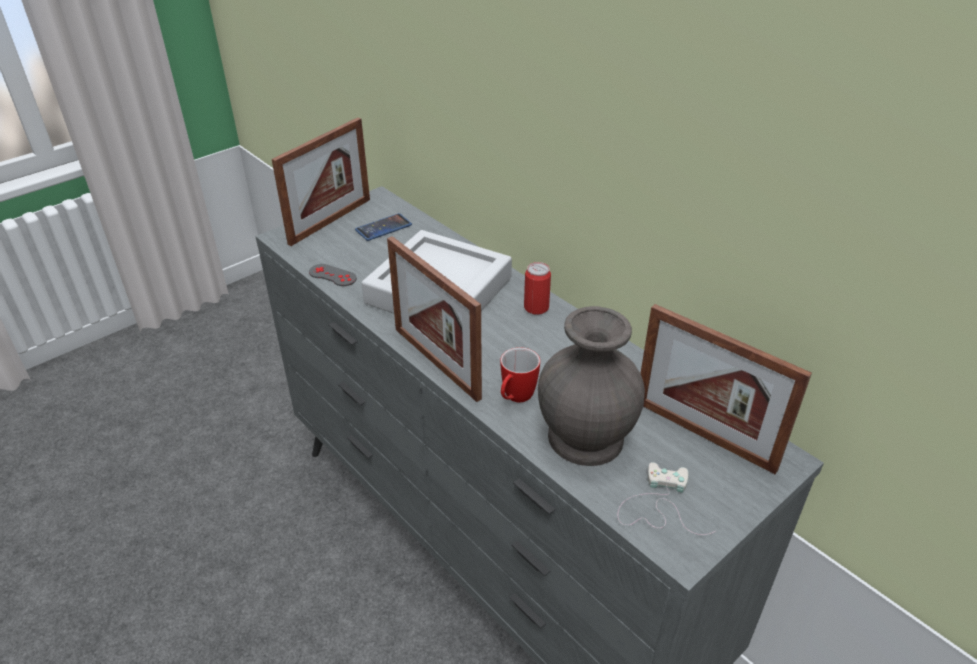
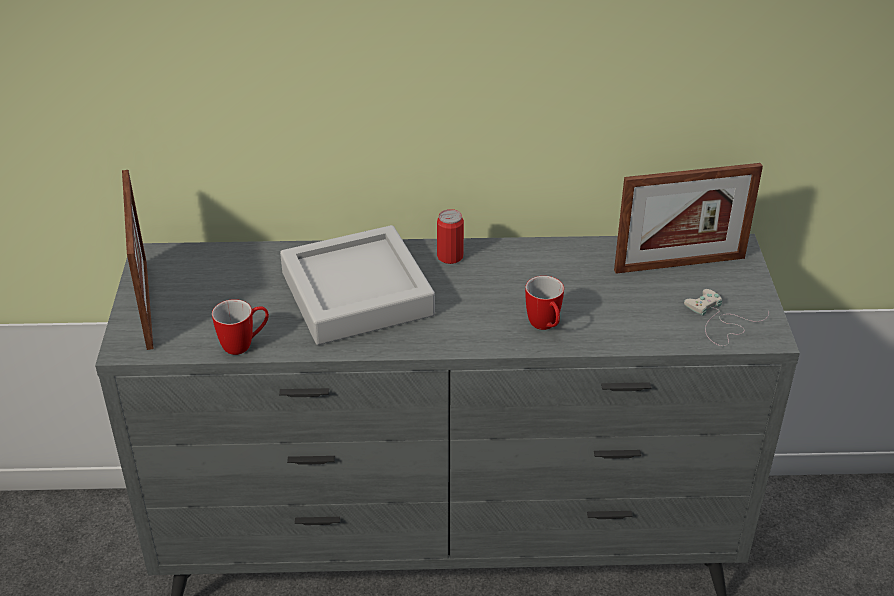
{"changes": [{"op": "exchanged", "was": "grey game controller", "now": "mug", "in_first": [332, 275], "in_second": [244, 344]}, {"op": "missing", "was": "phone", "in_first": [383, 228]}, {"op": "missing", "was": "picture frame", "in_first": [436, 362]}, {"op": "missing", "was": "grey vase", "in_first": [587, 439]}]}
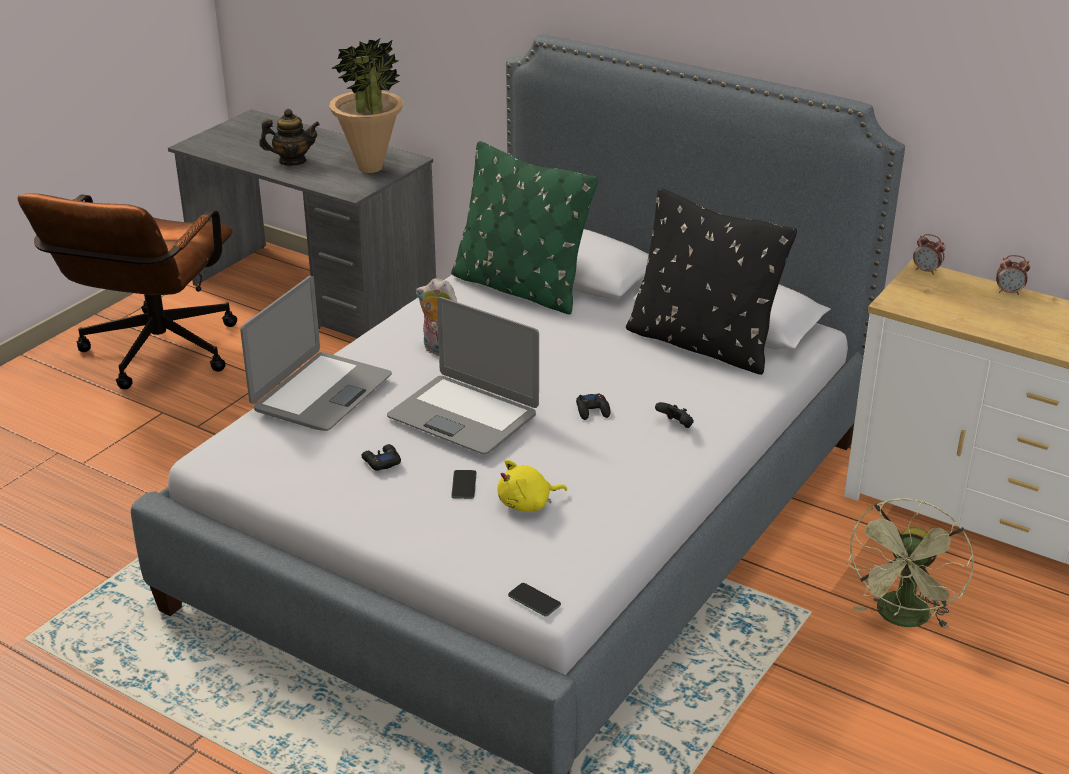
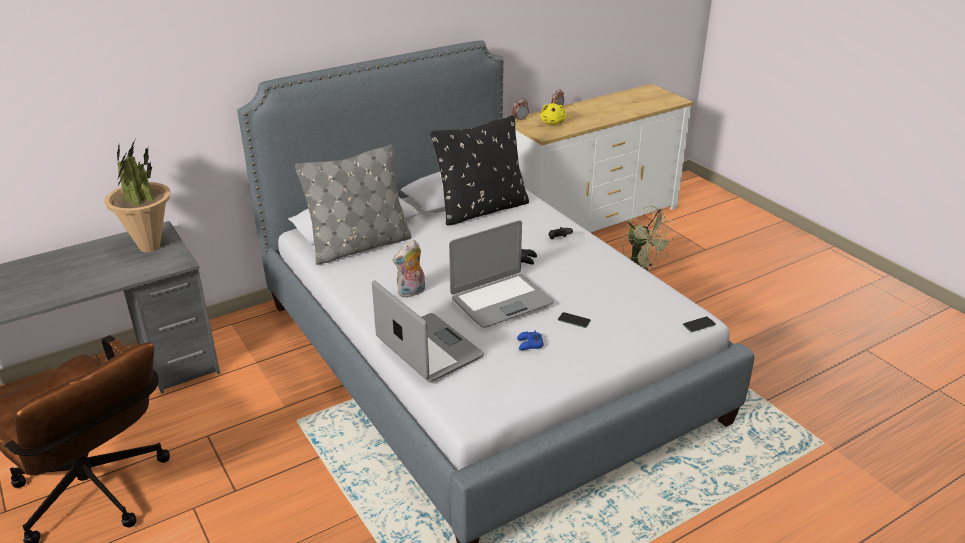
{"changes": [{"op": "missing", "was": "teapot", "in_first": [292, 161]}, {"op": "colour", "was": "black game controller", "now": "blue game controller", "in_first": [381, 461], "in_second": [529, 344]}, {"op": "colour", "was": "green pillow", "now": "grey pillow", "in_first": [520, 288], "in_second": [359, 246]}, {"op": "relocated", "was": "yellow plush toy", "in_first": [527, 504], "in_second": [553, 122]}]}
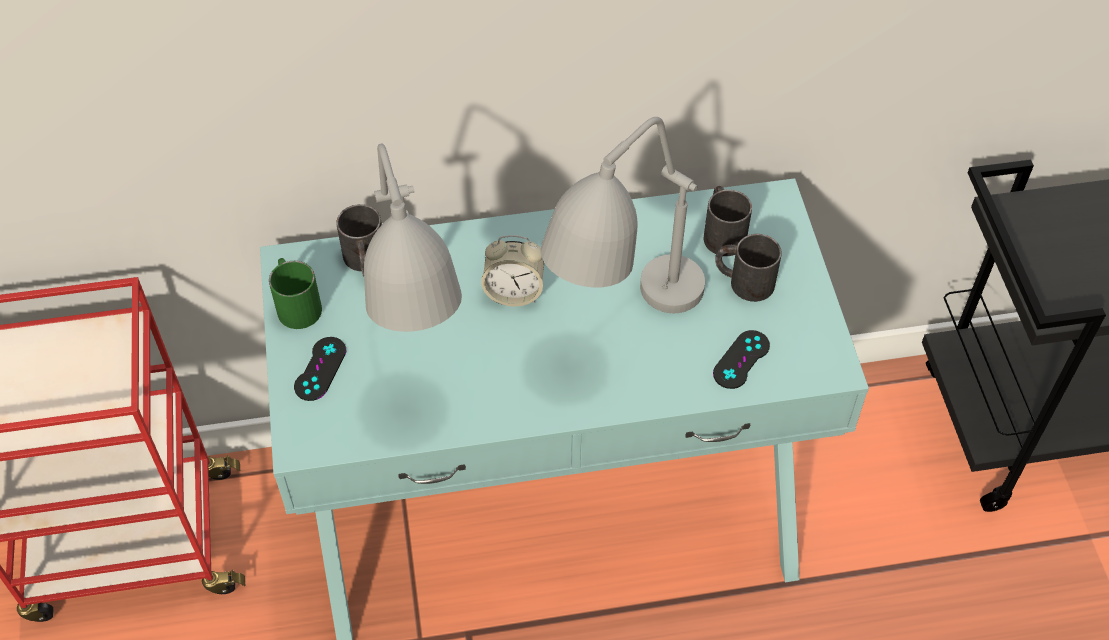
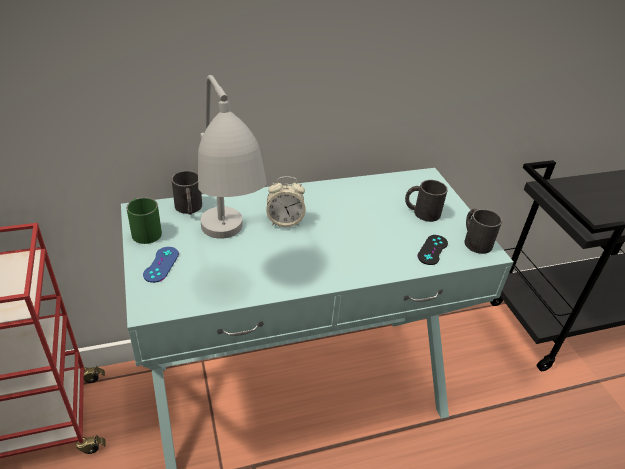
{"changes": [{"op": "colour", "was": "black game controller", "now": "blue game controller", "in_first": [320, 369], "in_second": [161, 264]}, {"op": "missing", "was": "grey table lamp", "in_first": [622, 328]}, {"op": "relocated", "was": "black mug", "in_first": [722, 232], "in_second": [474, 240]}]}
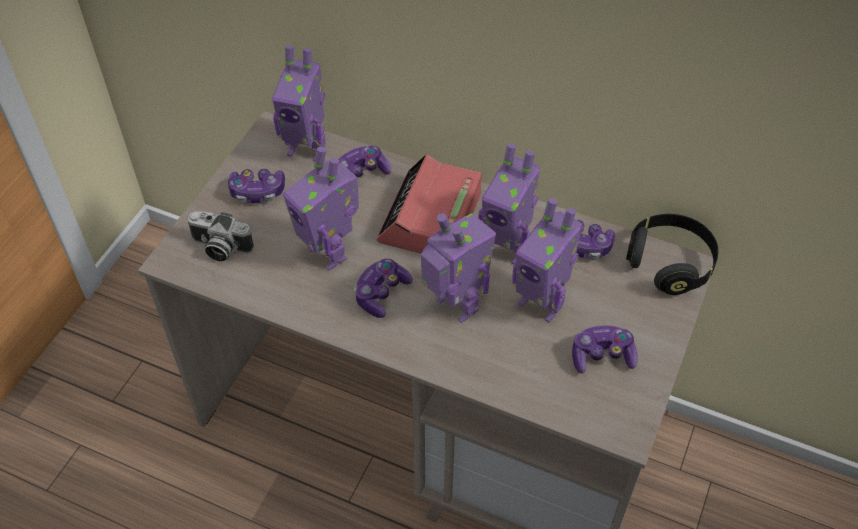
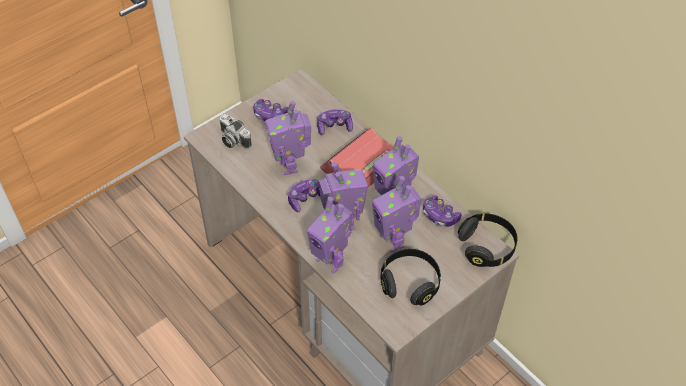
{"changes": [{"op": "relocated", "was": "toy robot", "in_first": [307, 149], "in_second": [330, 260]}, {"op": "exchanged", "was": "game controller", "now": "black headphones", "in_first": [602, 356], "in_second": [410, 283]}]}
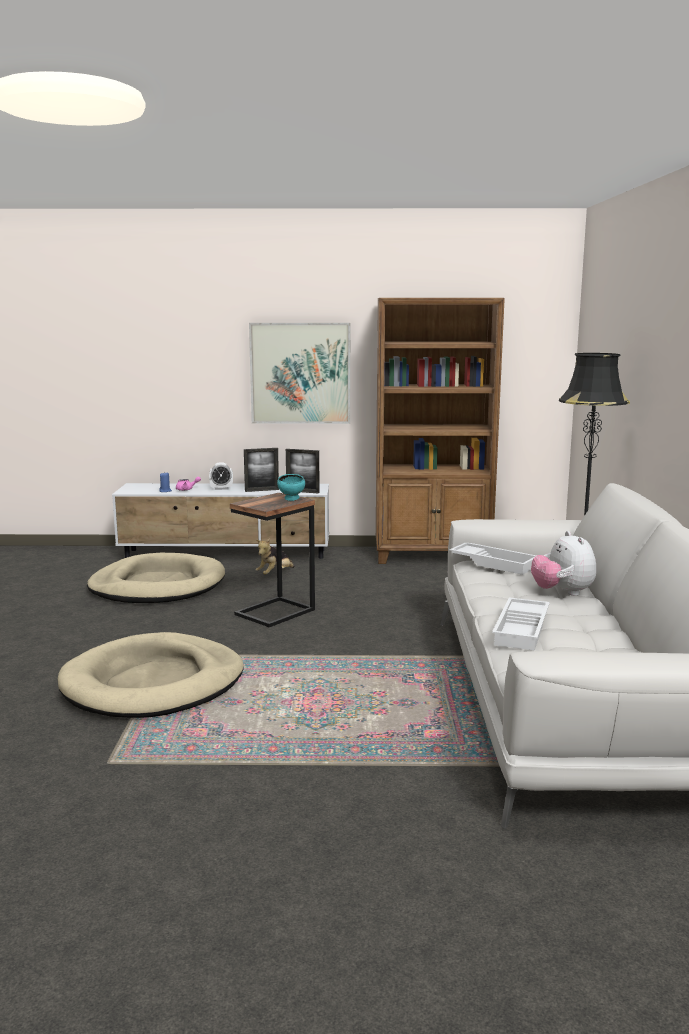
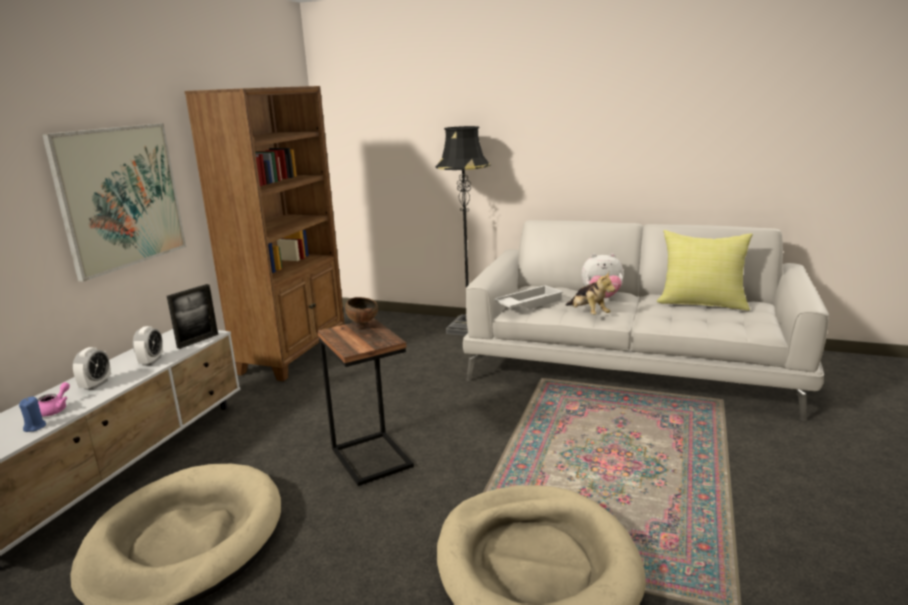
{"changes": [{"op": "exchanged", "was": "picture frame", "now": "alarm clock", "in_first": [261, 490], "in_second": [151, 361]}, {"op": "relocated", "was": "plush toy", "in_first": [275, 574], "in_second": [588, 314]}, {"op": "colour", "was": "turquoise bowl", "now": "brown bowl", "in_first": [292, 499], "in_second": [363, 326]}, {"op": "missing", "was": "white tray", "in_first": [523, 630]}, {"op": "appeared", "now": "yellow pillow", "in_second": [702, 303]}]}
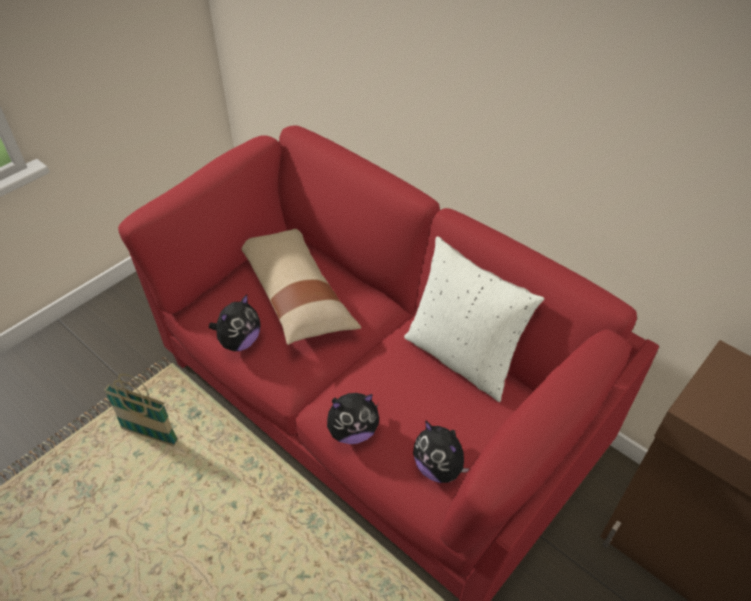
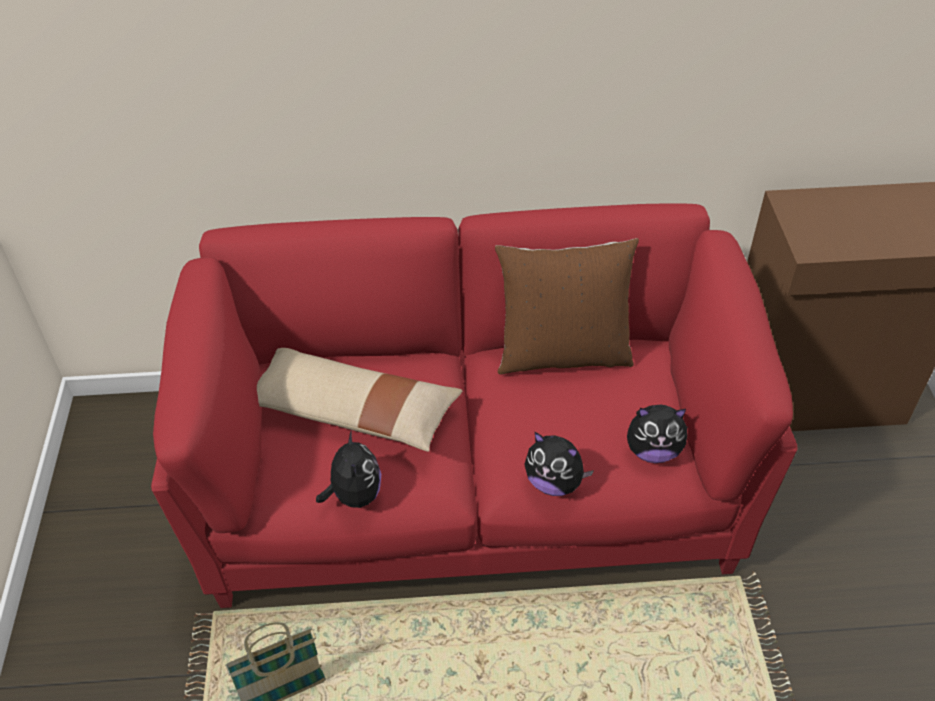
{"changes": [{"op": "spun", "was": "plush toy", "in_first": [352, 431], "in_second": [554, 483], "clockwise": 90}, {"op": "colour", "was": "white pillow", "now": "brown pillow", "in_first": [462, 357], "in_second": [562, 353]}]}
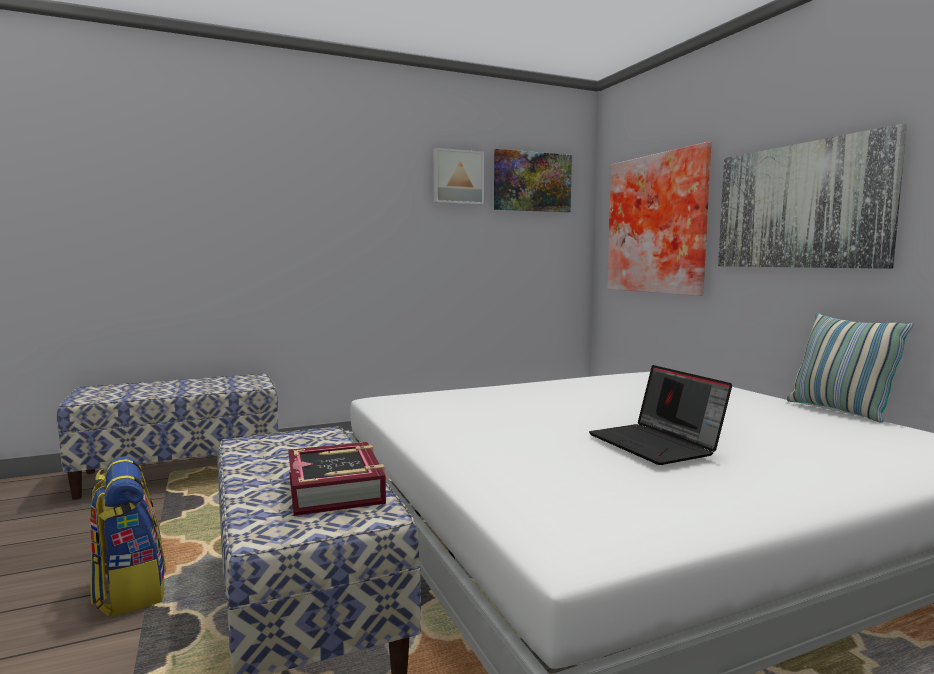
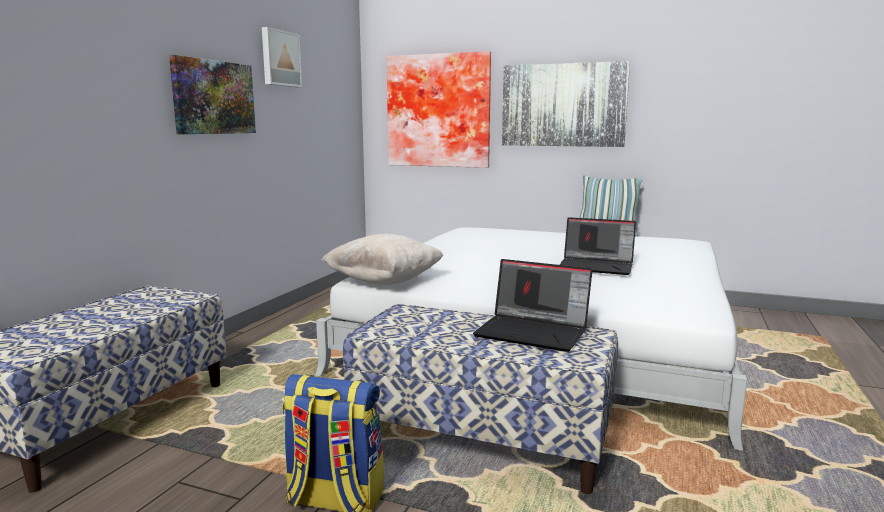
{"changes": [{"op": "exchanged", "was": "book", "now": "laptop", "in_first": [336, 489], "in_second": [534, 332]}, {"op": "relocated", "was": "picture", "in_first": [532, 182], "in_second": [213, 97]}, {"op": "appeared", "now": "beige pillow", "in_second": [384, 281]}]}
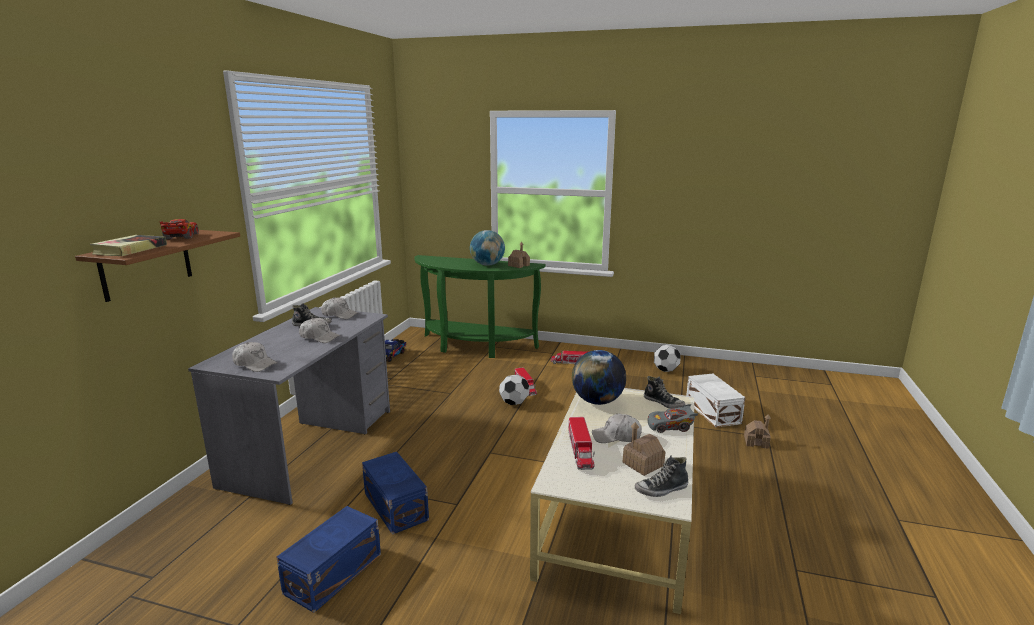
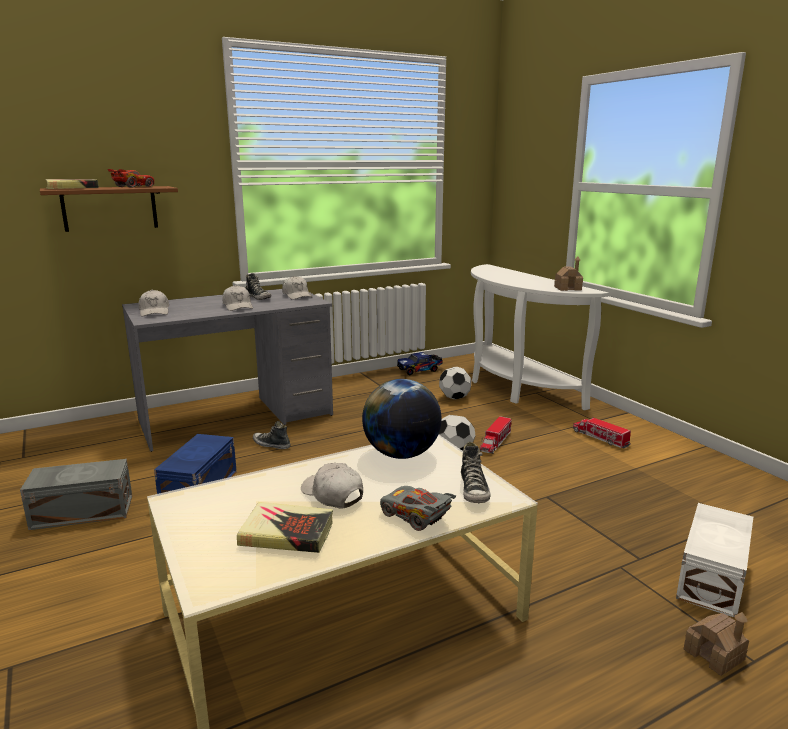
{"changes": [{"op": "colour", "was": "blue storage box", "now": "grey storage box", "in_first": [331, 574], "in_second": [81, 511]}, {"op": "colour", "was": "green console table", "now": "white console table", "in_first": [474, 347], "in_second": [514, 387]}, {"op": "missing", "was": "globe", "in_first": [487, 265]}, {"op": "missing", "was": "toy truck", "in_first": [580, 451]}, {"op": "exchanged", "was": "toy house", "now": "book", "in_first": [642, 464], "in_second": [287, 533]}, {"op": "relocated", "was": "shoe", "in_first": [661, 489], "in_second": [271, 444]}, {"op": "relocated", "was": "football", "in_first": [666, 370], "in_second": [454, 398]}]}
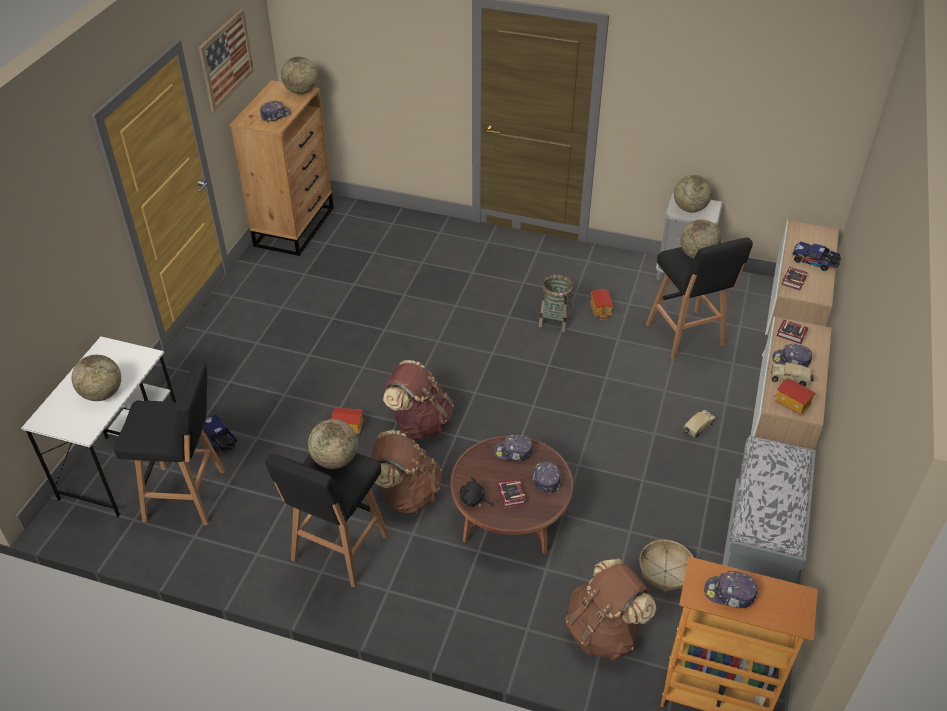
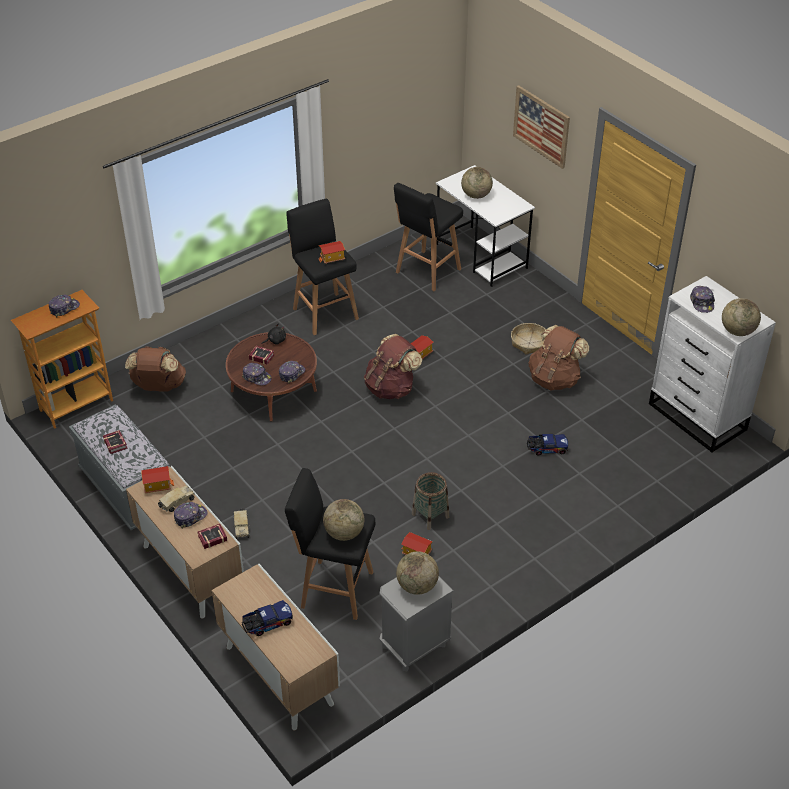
{"changes": [{"op": "relocated", "was": "picture", "in_first": [226, 59], "in_second": [541, 126]}, {"op": "relocated", "was": "toy truck", "in_first": [219, 440], "in_second": [546, 448]}, {"op": "colour", "was": "brown dresser", "now": "white dresser", "in_first": [295, 226], "in_second": [698, 417]}, {"op": "exchanged", "was": "globe", "now": "toy house", "in_first": [335, 459], "in_second": [332, 258]}, {"op": "relocated", "was": "brown backpack", "in_first": [407, 493], "in_second": [554, 379]}, {"op": "relocated", "was": "basket", "in_first": [665, 571], "in_second": [529, 343]}, {"op": "relocated", "was": "book", "in_first": [792, 281], "in_second": [115, 443]}]}
